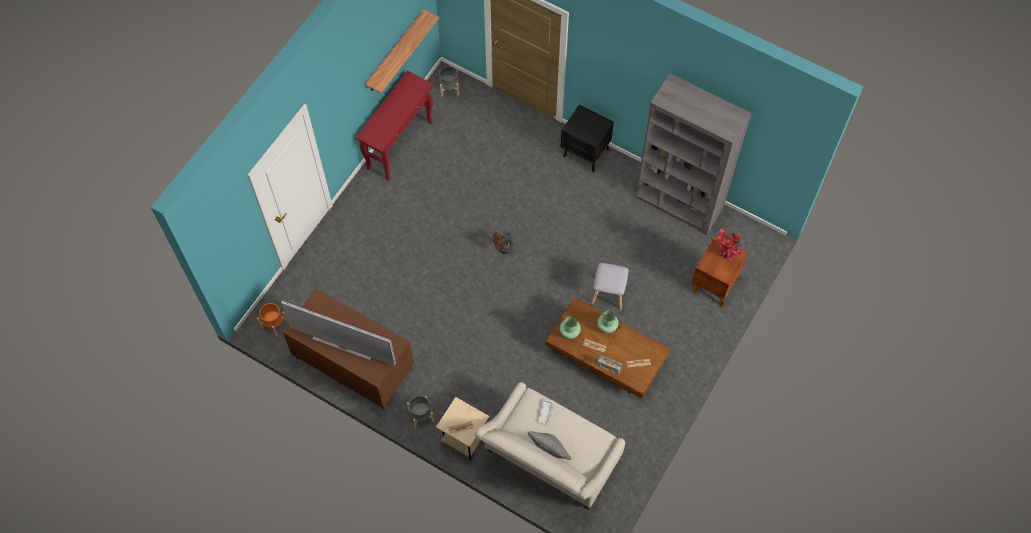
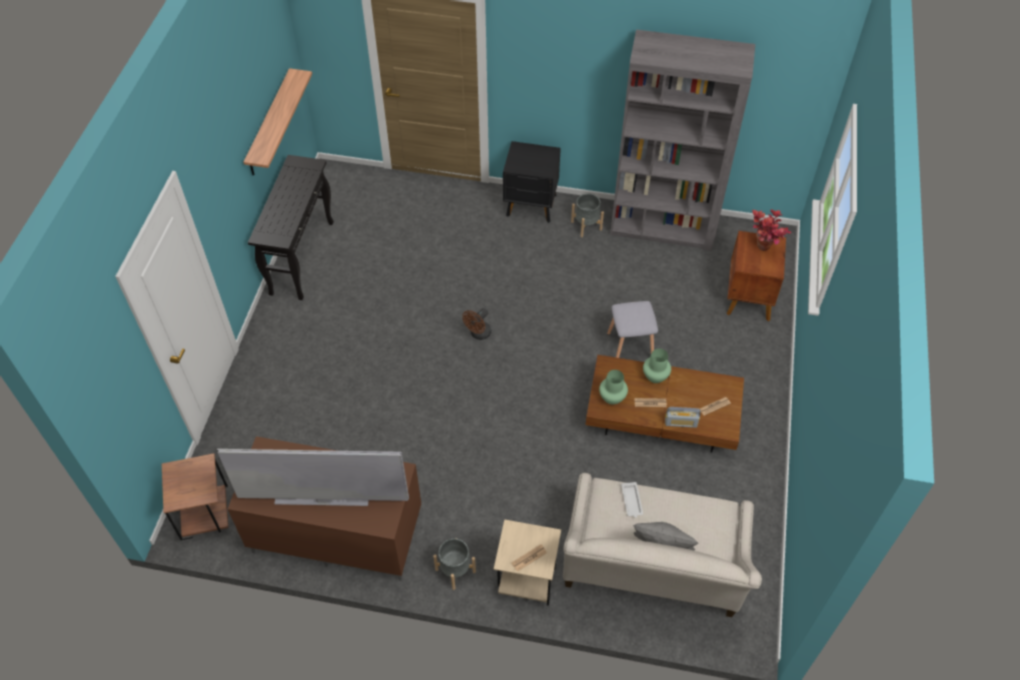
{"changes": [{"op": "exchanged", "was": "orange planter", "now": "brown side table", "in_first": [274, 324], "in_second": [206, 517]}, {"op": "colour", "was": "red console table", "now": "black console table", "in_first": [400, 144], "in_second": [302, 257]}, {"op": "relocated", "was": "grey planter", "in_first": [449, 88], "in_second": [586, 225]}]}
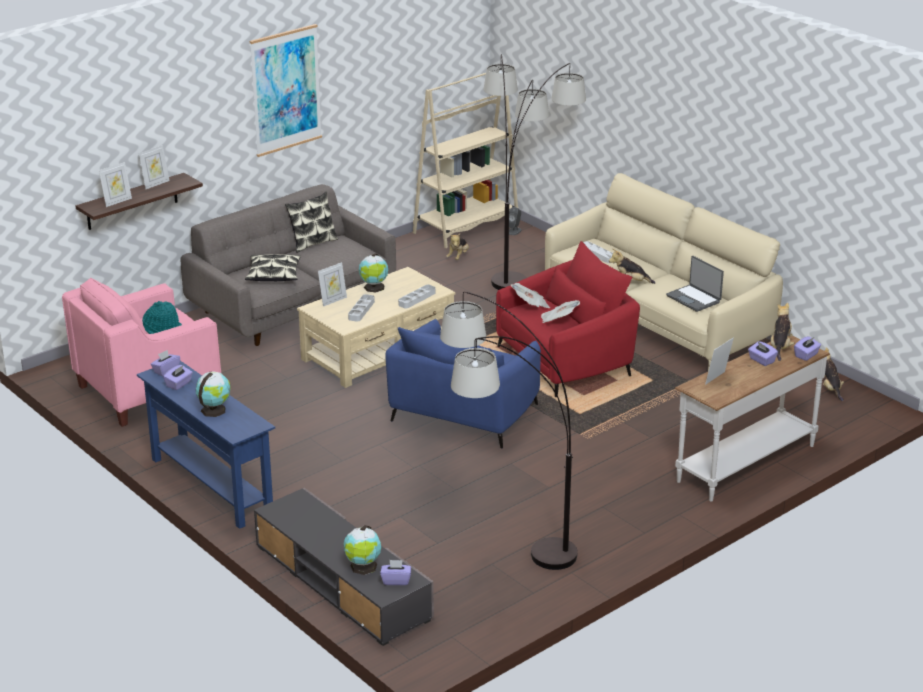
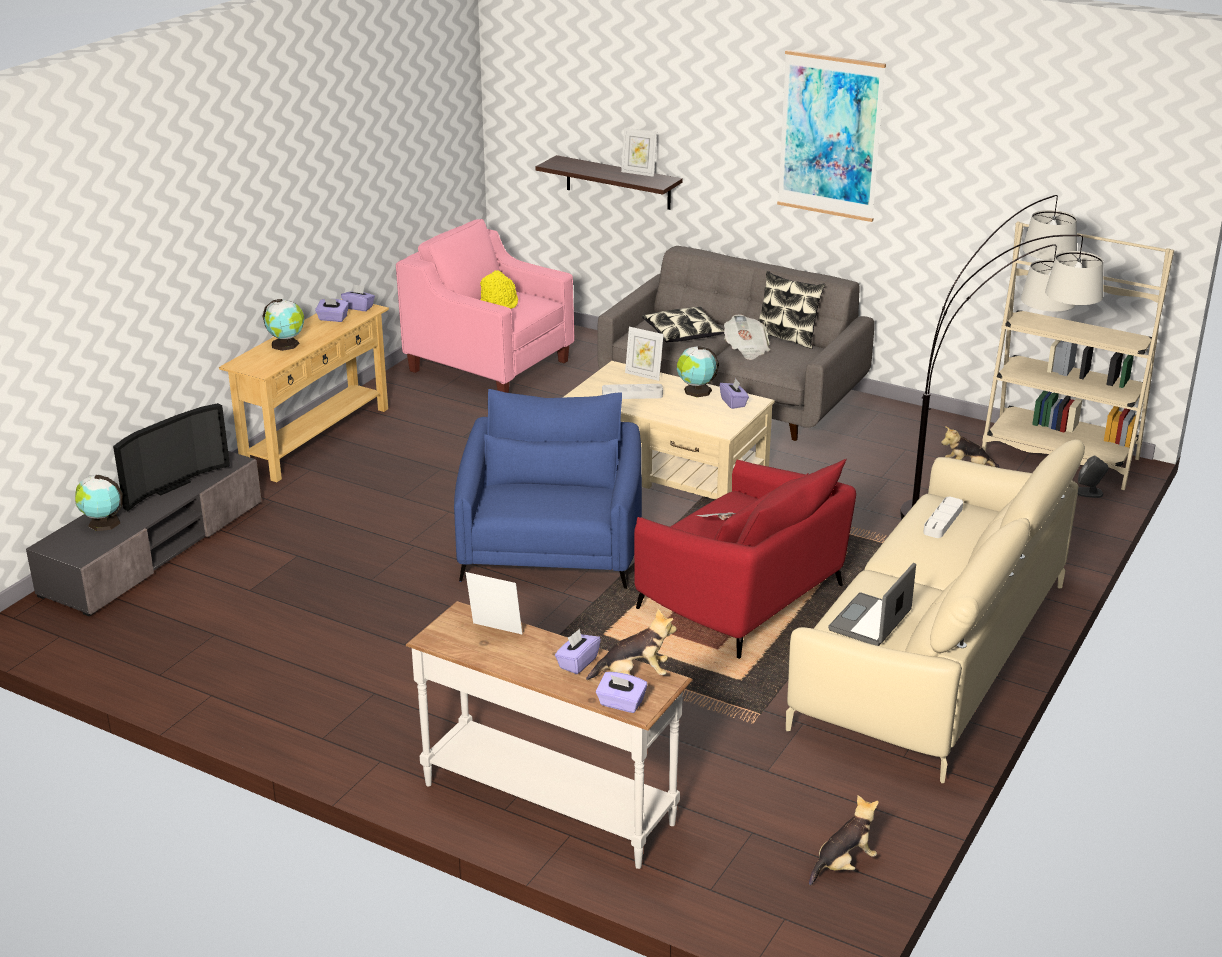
{"changes": [{"op": "missing", "was": "picture frame", "in_first": [117, 201]}, {"op": "colour", "was": "blue console table", "now": "beige console table", "in_first": [210, 486], "in_second": [316, 439]}, {"op": "colour", "was": "turquoise hat", "now": "yellow hat", "in_first": [163, 329], "in_second": [499, 304]}, {"op": "relocated", "was": "purple tissue box", "in_first": [396, 580], "in_second": [733, 403]}, {"op": "spun", "was": "blue armchair", "in_first": [463, 414], "in_second": [551, 550], "clockwise": 90}, {"op": "missing", "was": "grey tray", "in_first": [417, 299]}, {"op": "missing", "was": "floor lamp", "in_first": [497, 560]}, {"op": "relocated", "was": "newspaper", "in_first": [530, 305], "in_second": [746, 349]}, {"op": "missing", "was": "plush toy", "in_first": [630, 282]}, {"op": "appeared", "now": "television", "in_second": [168, 485]}]}
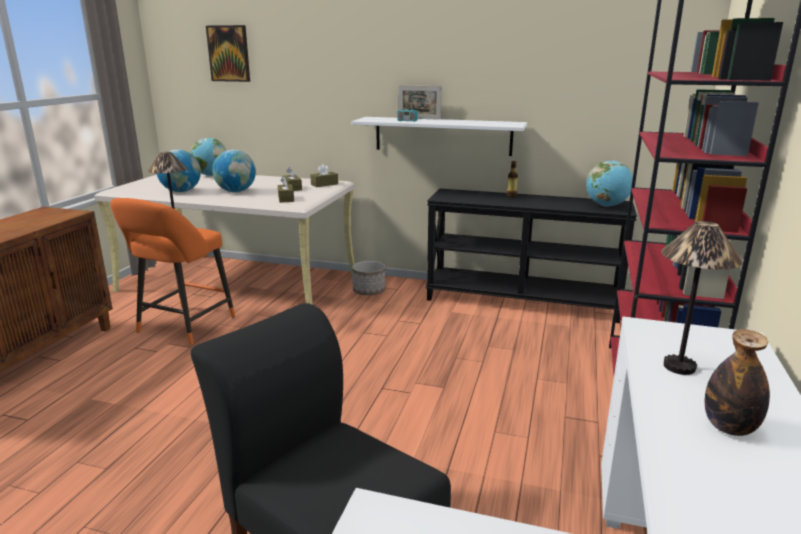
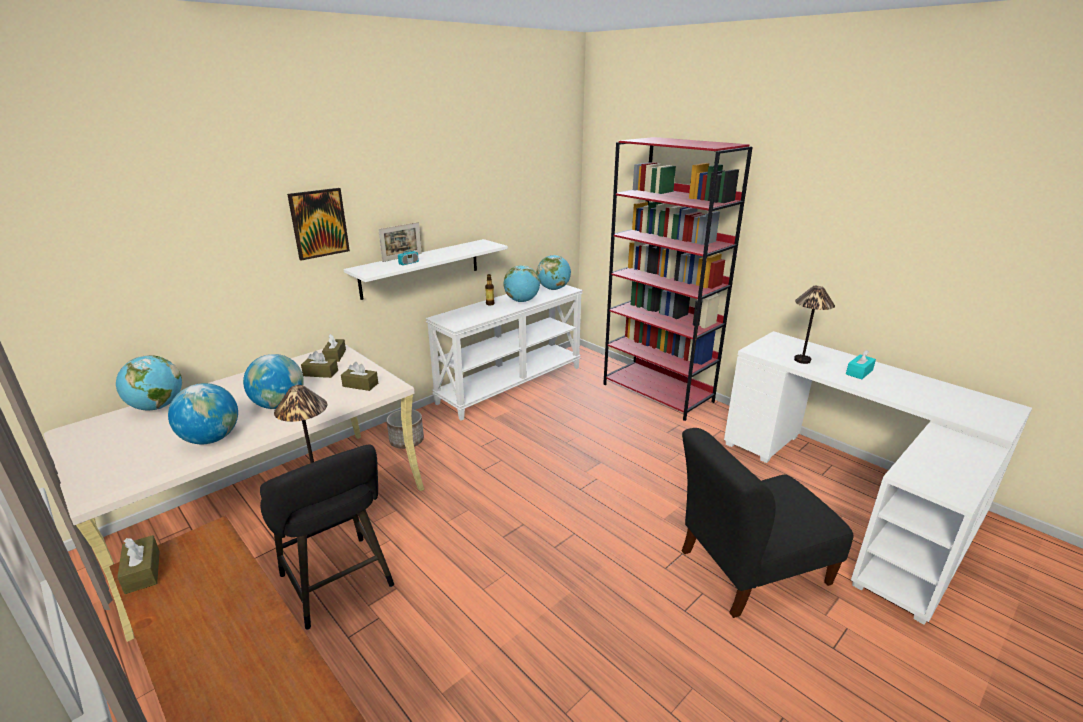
{"changes": [{"op": "colour", "was": "orange stool", "now": "black stool", "in_first": [183, 327], "in_second": [339, 585]}, {"op": "relocated", "was": "picture", "in_first": [229, 53], "in_second": [319, 223]}, {"op": "colour", "was": "black console table", "now": "white console table", "in_first": [522, 300], "in_second": [510, 384]}, {"op": "exchanged", "was": "bottle", "now": "turquoise tissue box", "in_first": [729, 427], "in_second": [859, 372]}, {"op": "appeared", "now": "brown tissue box", "in_second": [142, 572]}, {"op": "appeared", "now": "globe", "in_second": [522, 301]}]}
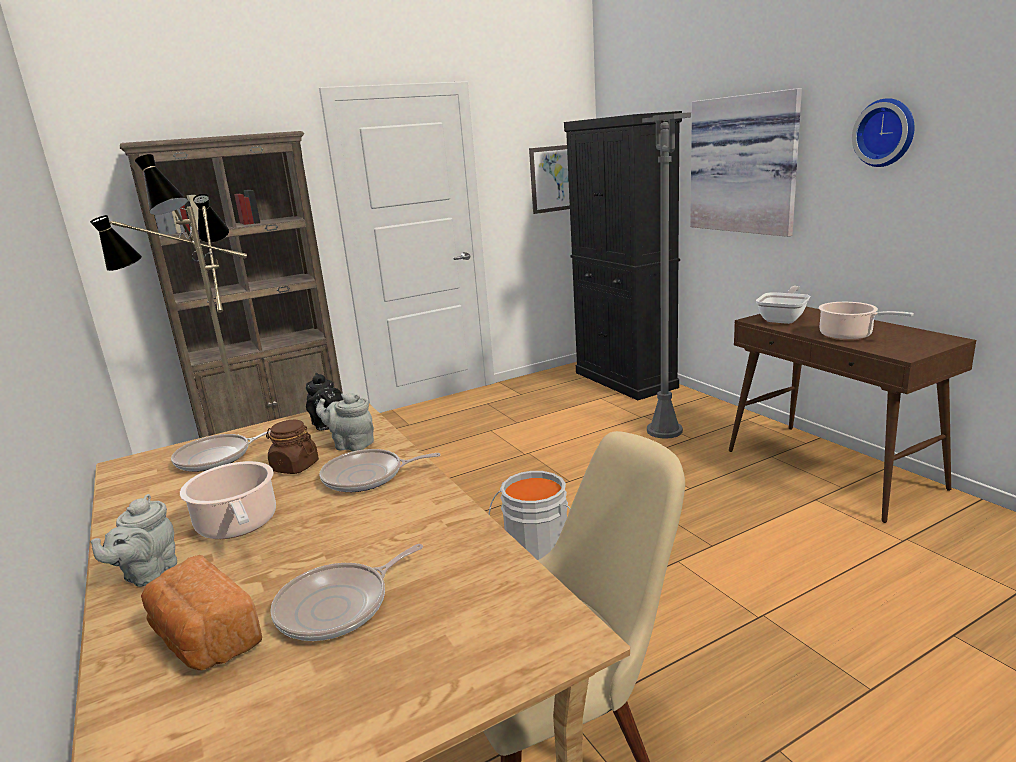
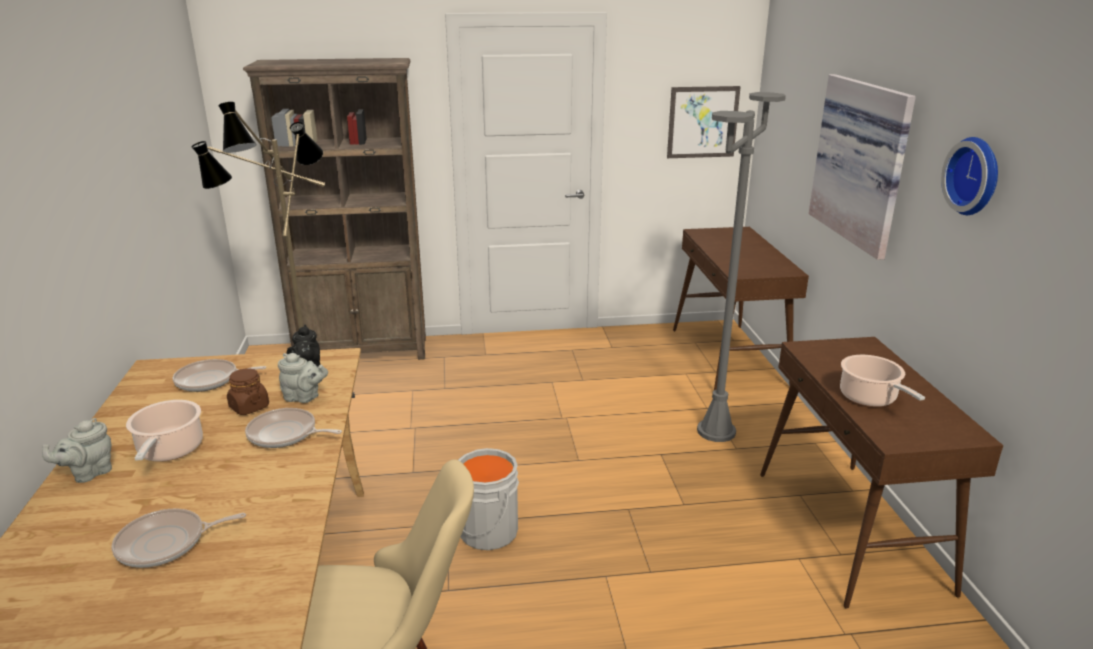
{"changes": [{"op": "missing", "was": "bread", "in_first": [204, 639]}, {"op": "spun", "was": "grey teapot", "in_first": [351, 445], "in_second": [304, 397], "clockwise": 150}, {"op": "exchanged", "was": "black cabinet", "now": "brown console table", "in_first": [625, 380], "in_second": [729, 358]}, {"op": "missing", "was": "frying pan", "in_first": [784, 319]}]}
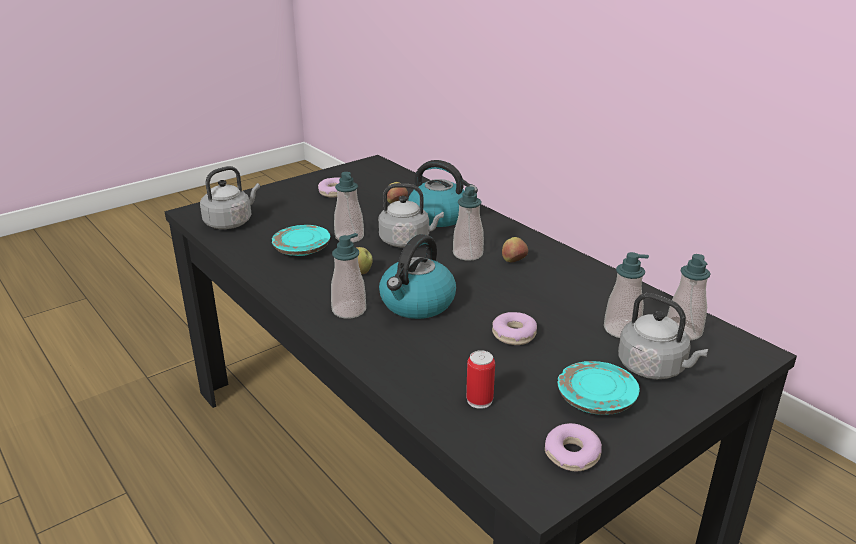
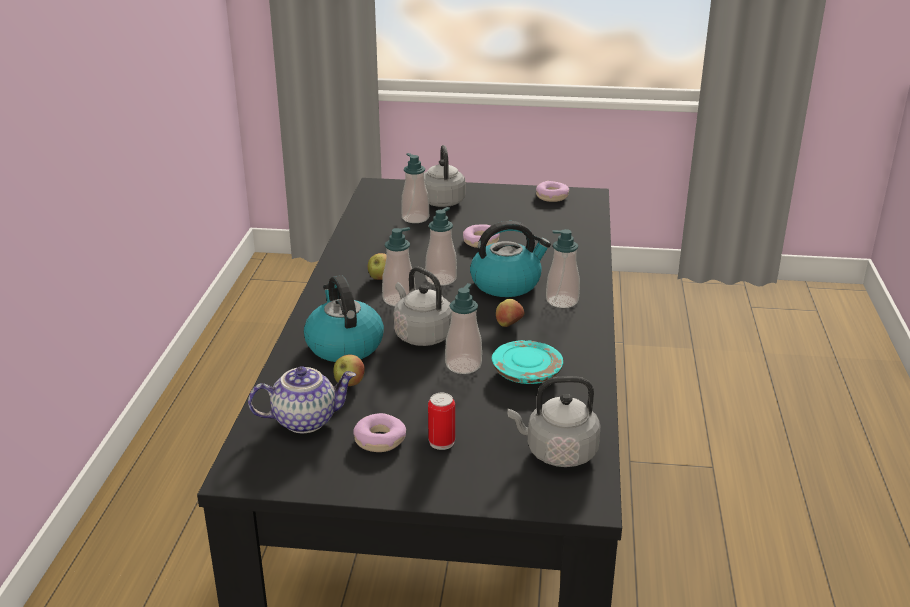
{"changes": [{"op": "relocated", "was": "can", "in_first": [479, 400], "in_second": [441, 442]}, {"op": "missing", "was": "turquoise plate", "in_first": [595, 399]}, {"op": "relocated", "was": "soap dispenser", "in_first": [683, 331], "in_second": [441, 279]}, {"op": "appeared", "now": "teapot", "in_second": [305, 420]}]}
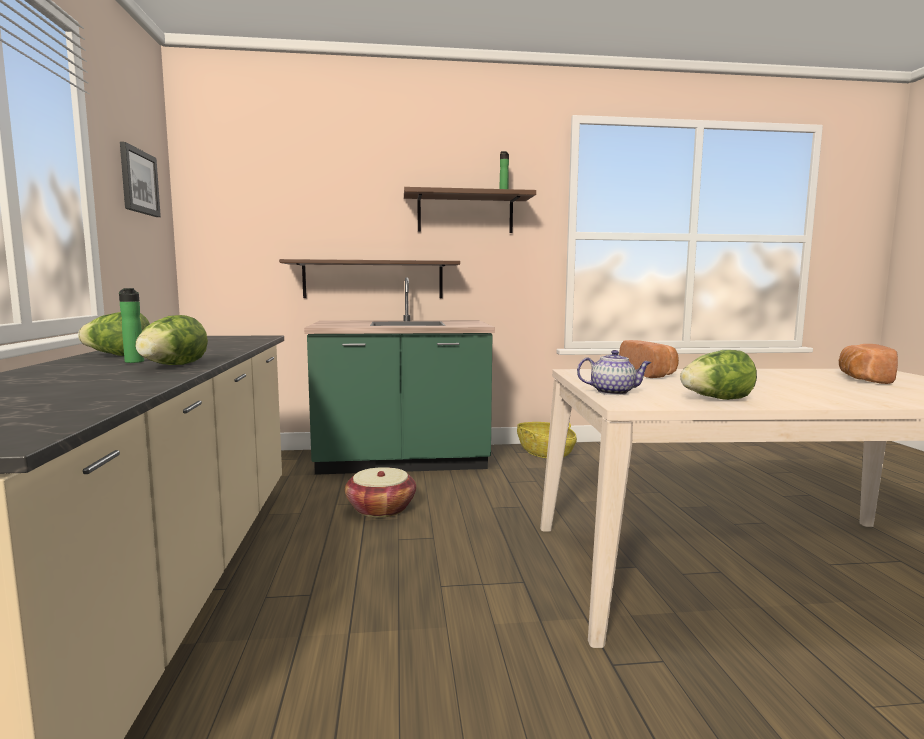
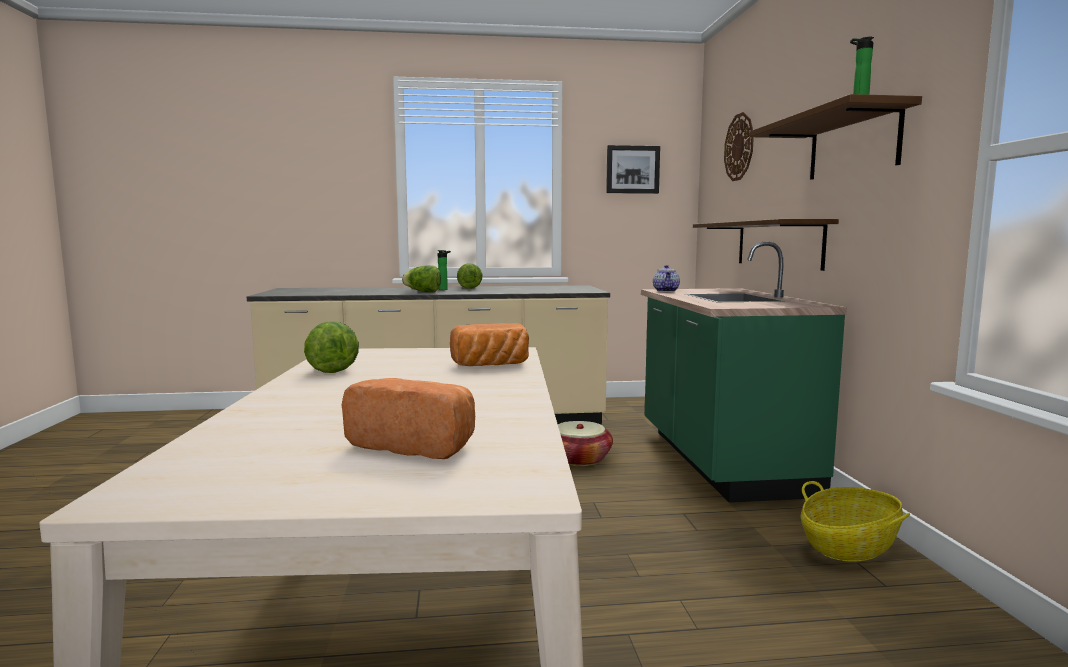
{"changes": [{"op": "relocated", "was": "teapot", "in_first": [613, 392], "in_second": [666, 291]}, {"op": "appeared", "now": "wall clock", "in_second": [739, 147]}]}
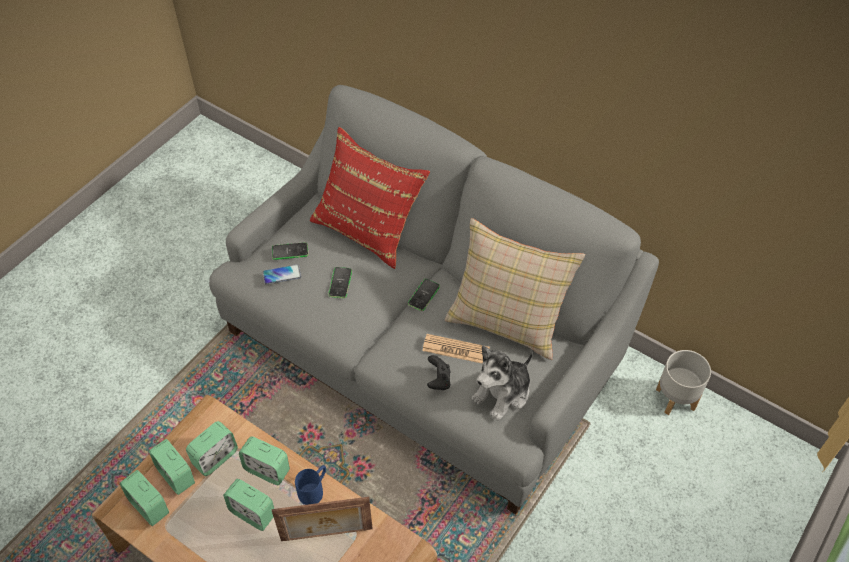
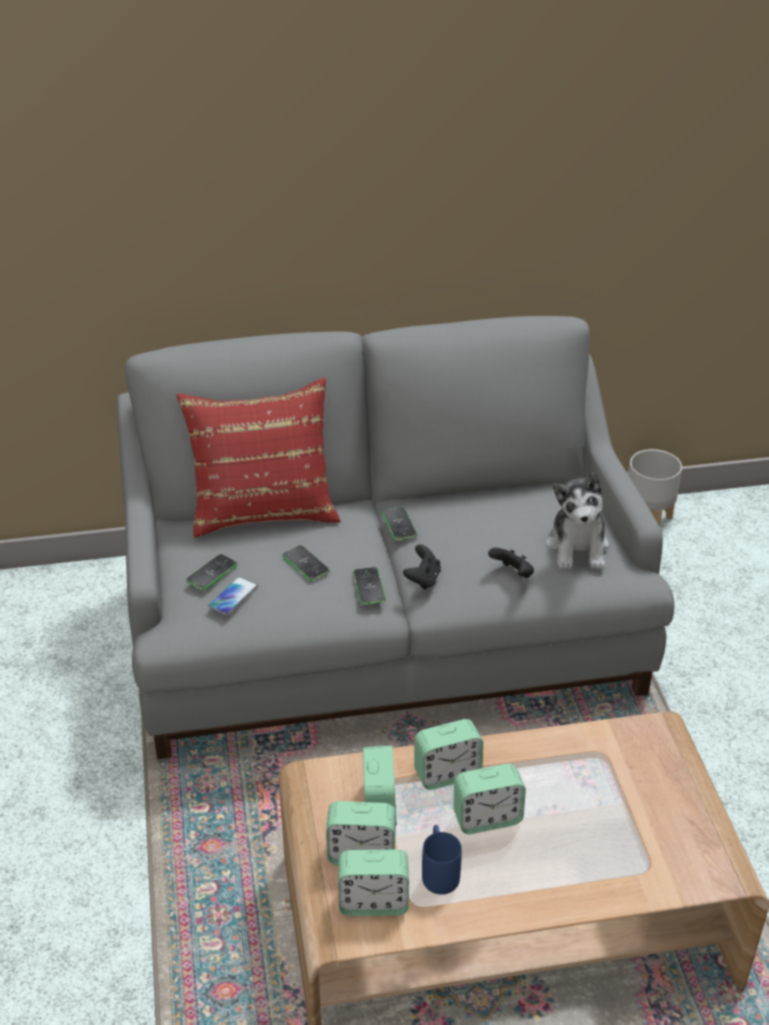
{"changes": [{"op": "missing", "was": "picture frame", "in_first": [327, 535]}, {"op": "relocated", "was": "blue mug", "in_first": [314, 490], "in_second": [439, 871]}, {"op": "missing", "was": "newspaper", "in_first": [456, 349]}, {"op": "missing", "was": "beige pillow", "in_first": [508, 317]}, {"op": "appeared", "now": "phone", "in_second": [369, 586]}, {"op": "appeared", "now": "black game controller", "in_second": [423, 579]}]}
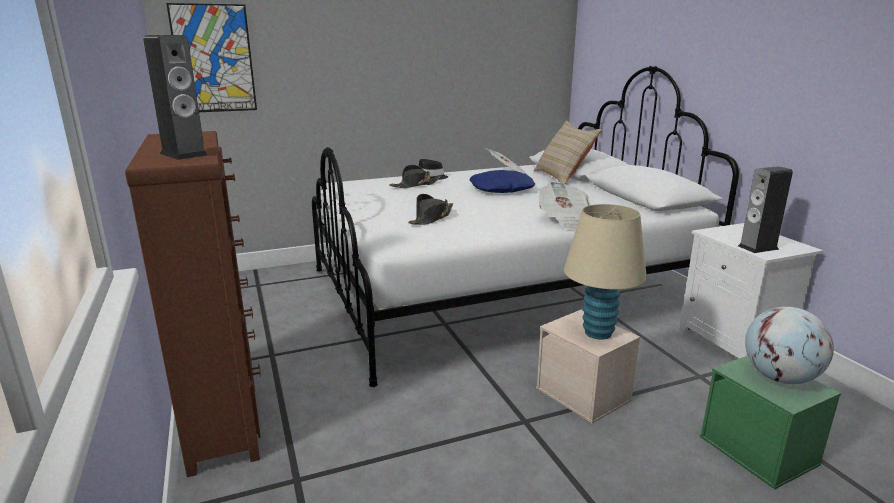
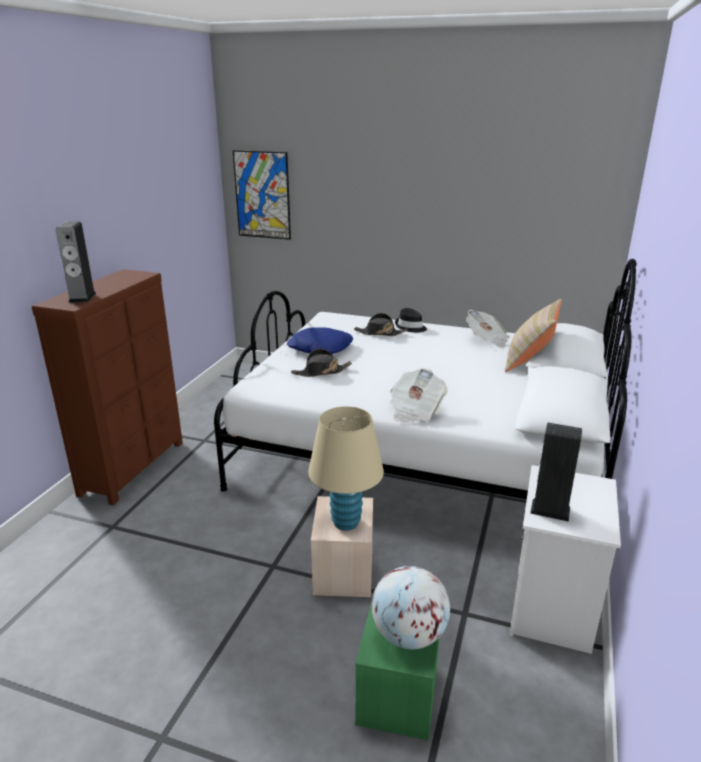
{"changes": [{"op": "relocated", "was": "blue pillow", "in_first": [501, 189], "in_second": [320, 348]}]}
